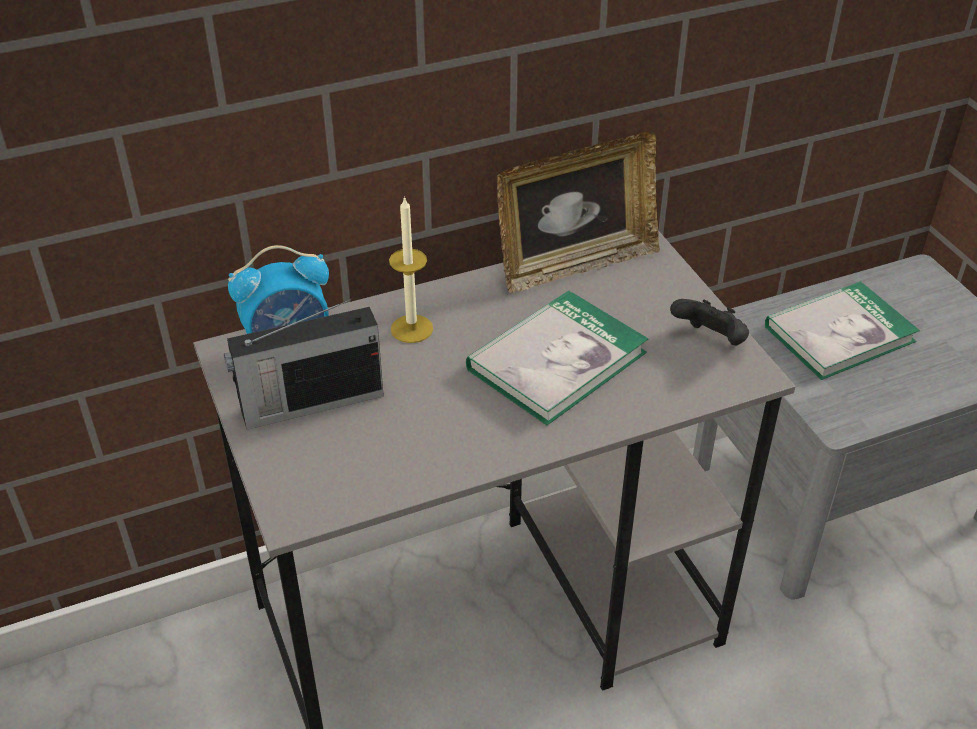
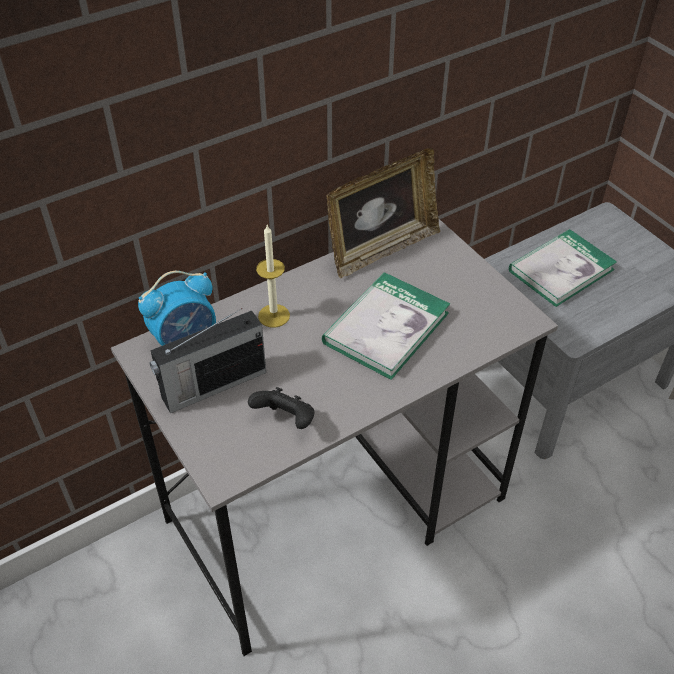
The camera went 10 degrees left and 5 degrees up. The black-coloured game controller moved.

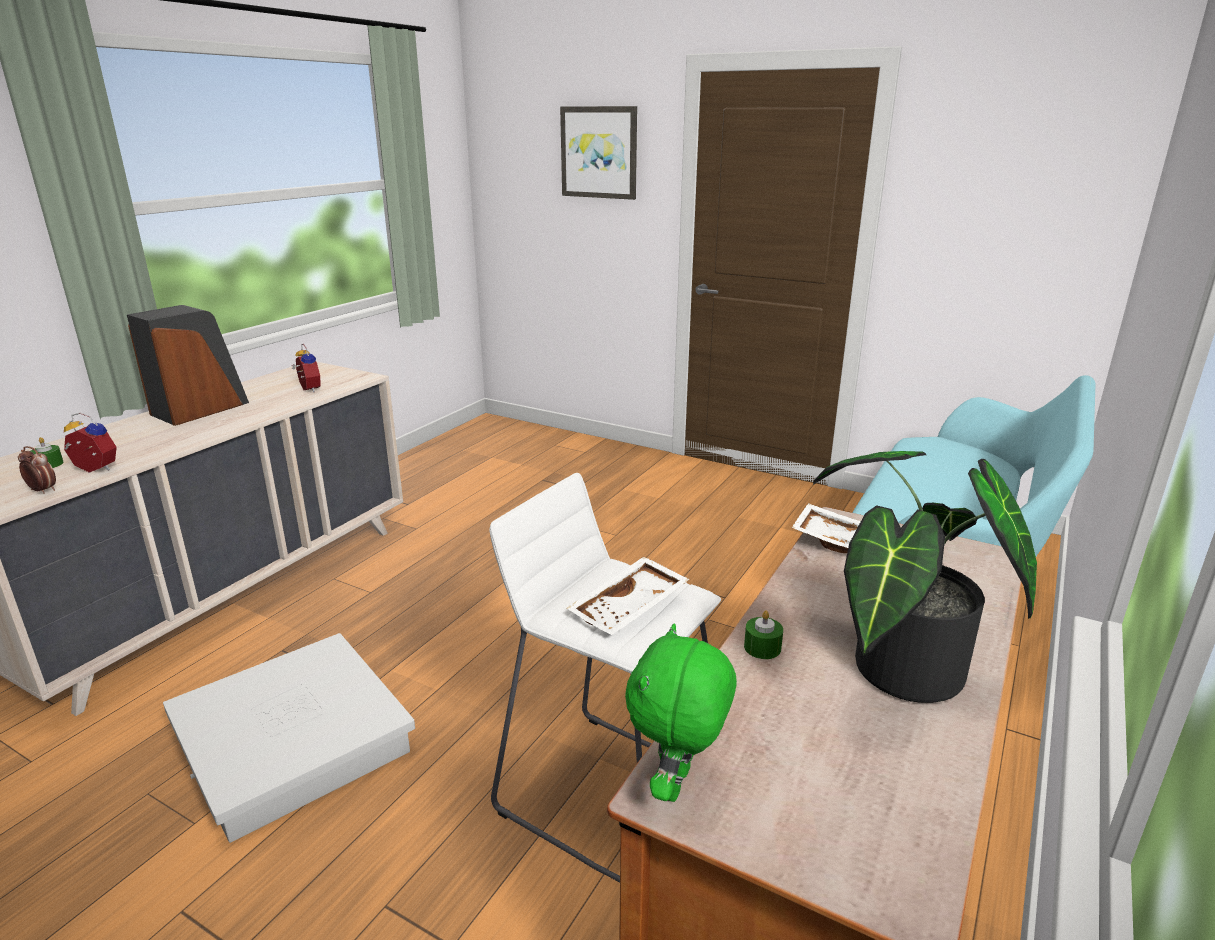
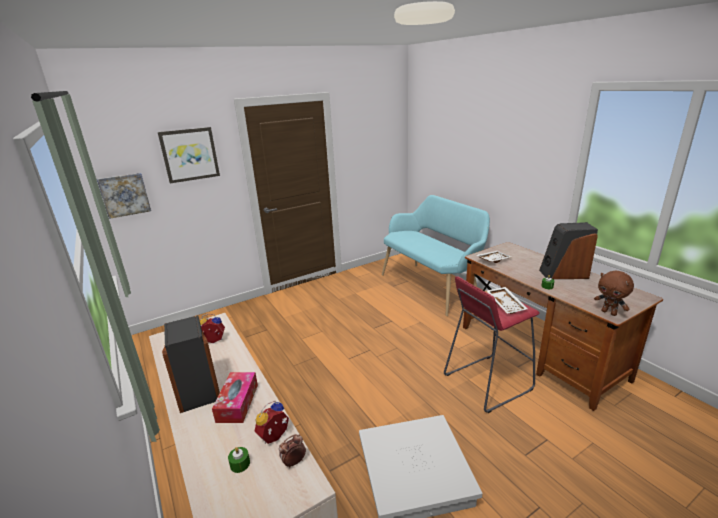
The camera went 60 degrees left and 0 degrees up. The white-coloured sitting stool became the reddish sitting stool. The greenish plush toy became the brownish plush toy. The houseplant was replaced by the audio speaker (no. 2 from left). The wall art (no. 1 from left) appeared. The tissue box appeared.

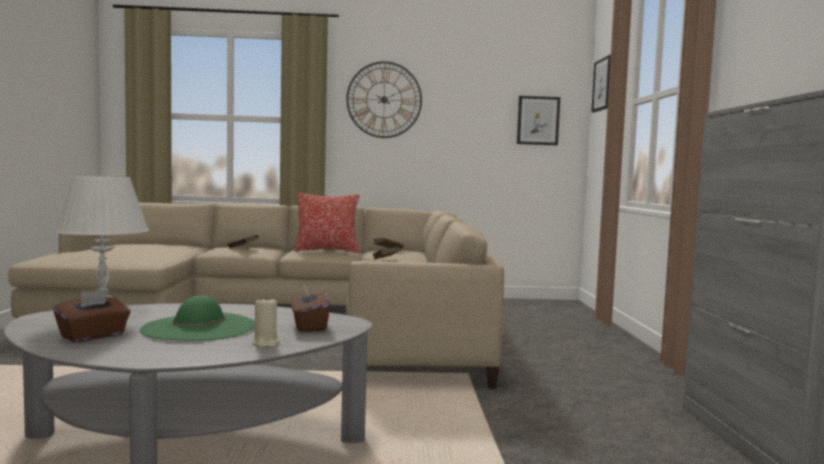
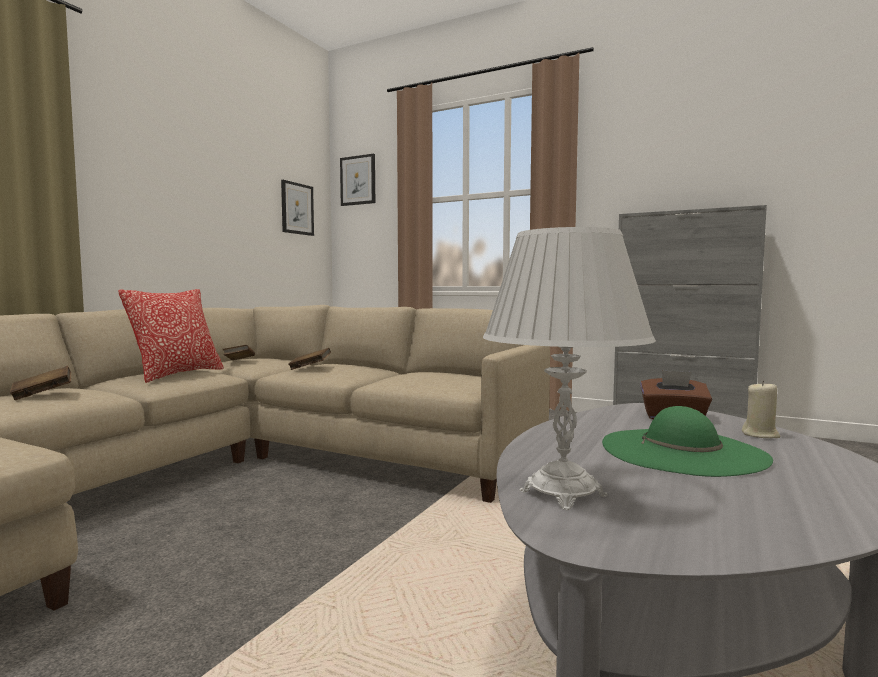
The camera went 60 degrees left and 0 degrees up. The brownish tissue box (no. 1 from left) disappeared. The clock on the wall disappeared.

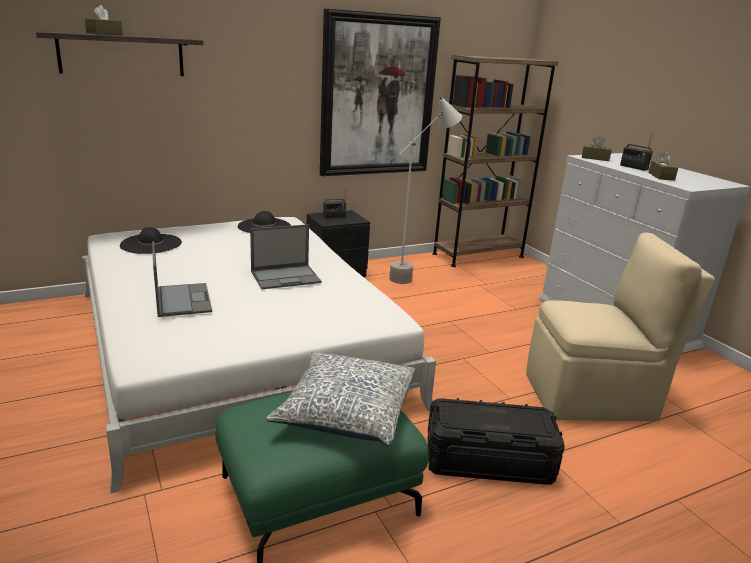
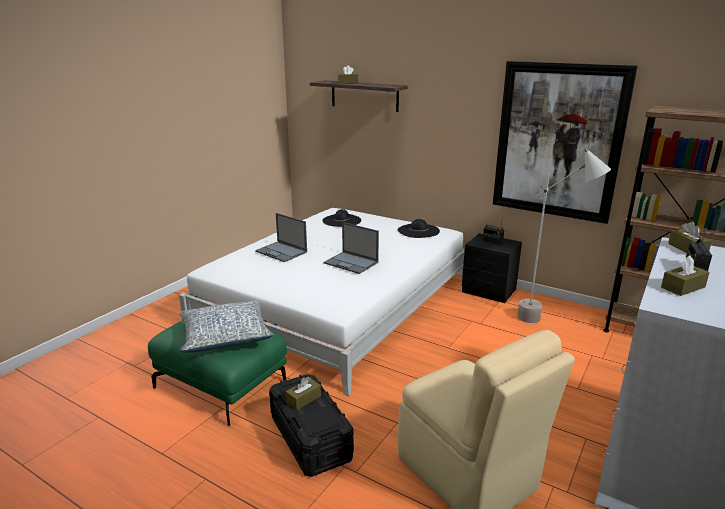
The camera went 60 degrees right and 0 degrees up. The portable computer (no. 1 from left) turned 90 degrees clockwise. The brownish tissue box (no. 1 from left) appeared.

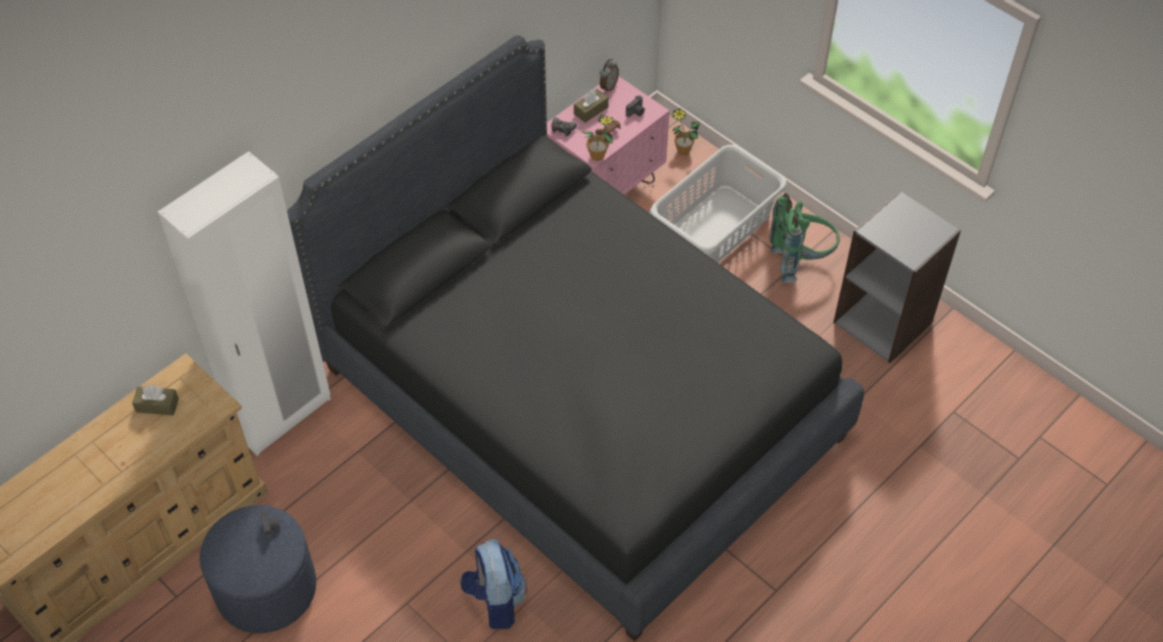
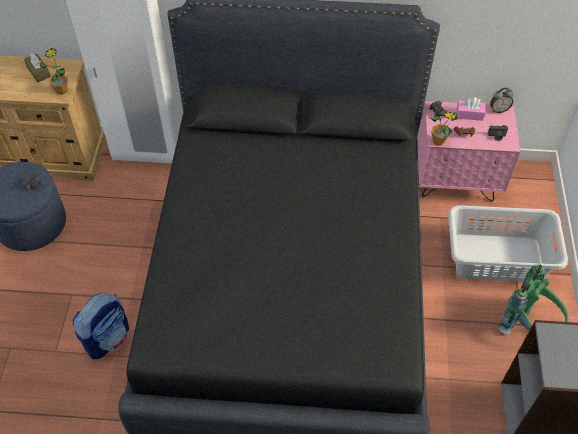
The camera went 50 degrees right and 0 degrees up. The brownish tissue box (no. 2 from left) became the pink-coloured tissue box. The houseplant (no. 2 from left in the first image) moved.

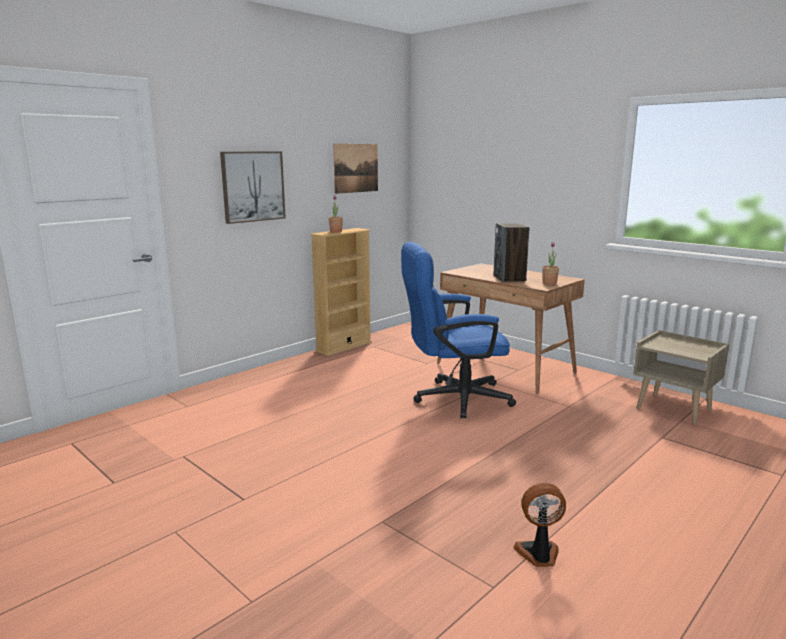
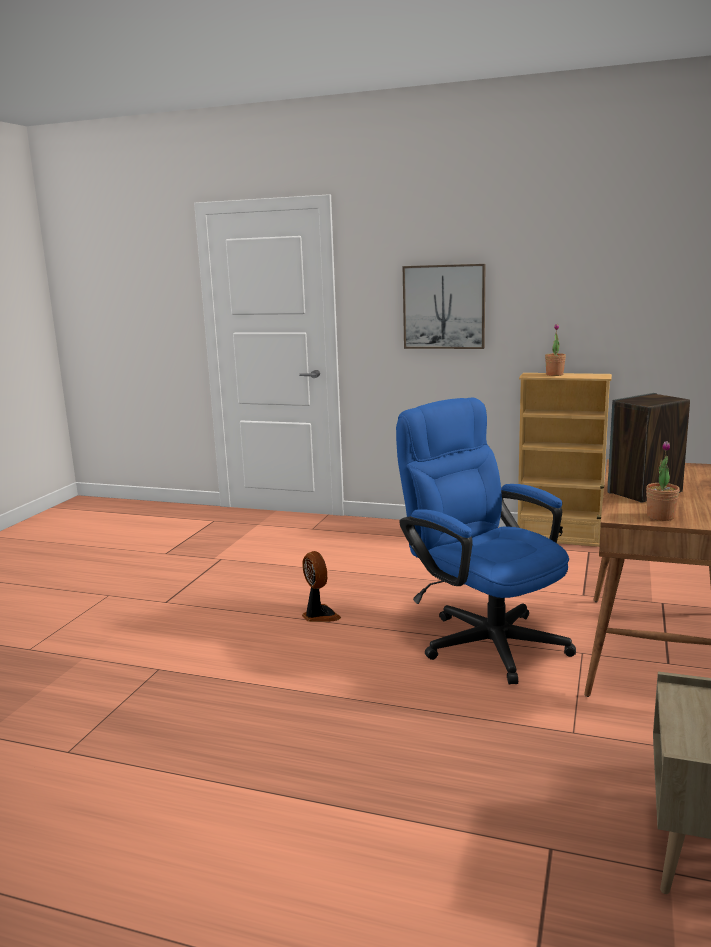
The camera went 65 degrees right and 0 degrees up. The wall art (no. 2 from left) disappeared. The electric fan moved.

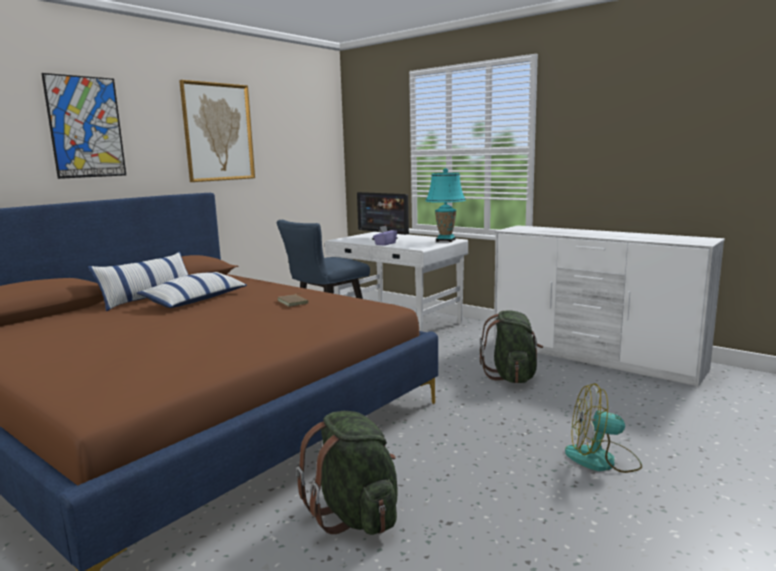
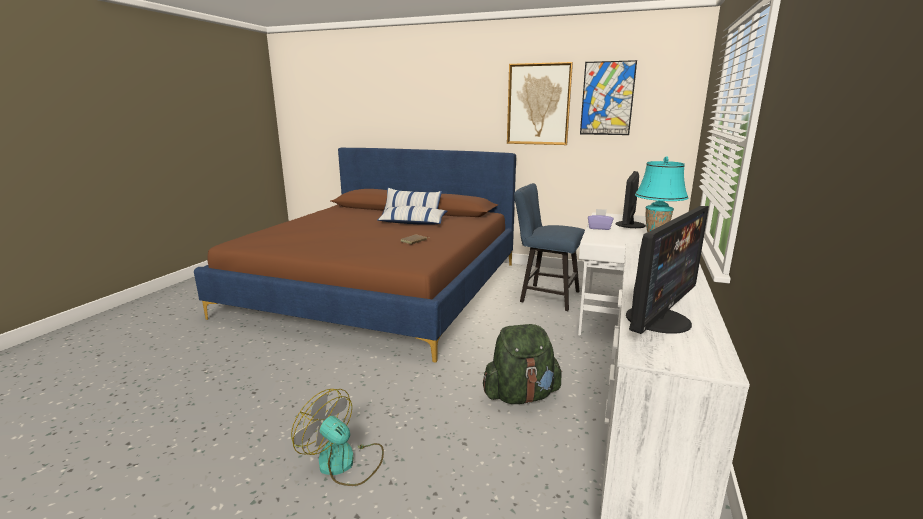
The camera went 70 degrees right and 5 degrees up. The wall art (no. 1 from left in the first image) moved. The greenish backpack (no. 1 from left) disappeared. The electric fan turned 45 degrees counterclockwise. The computer display (no. 2 from left) appeared.

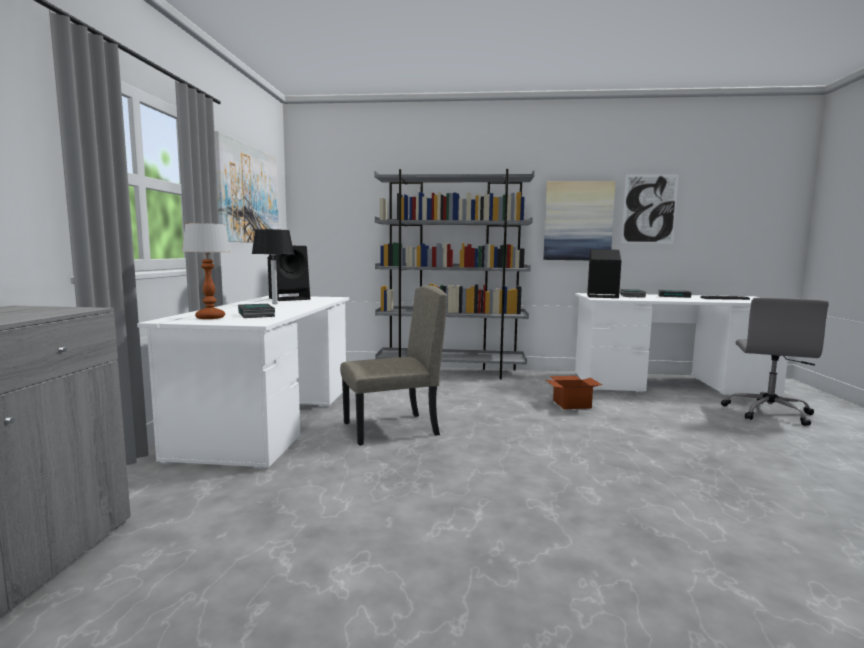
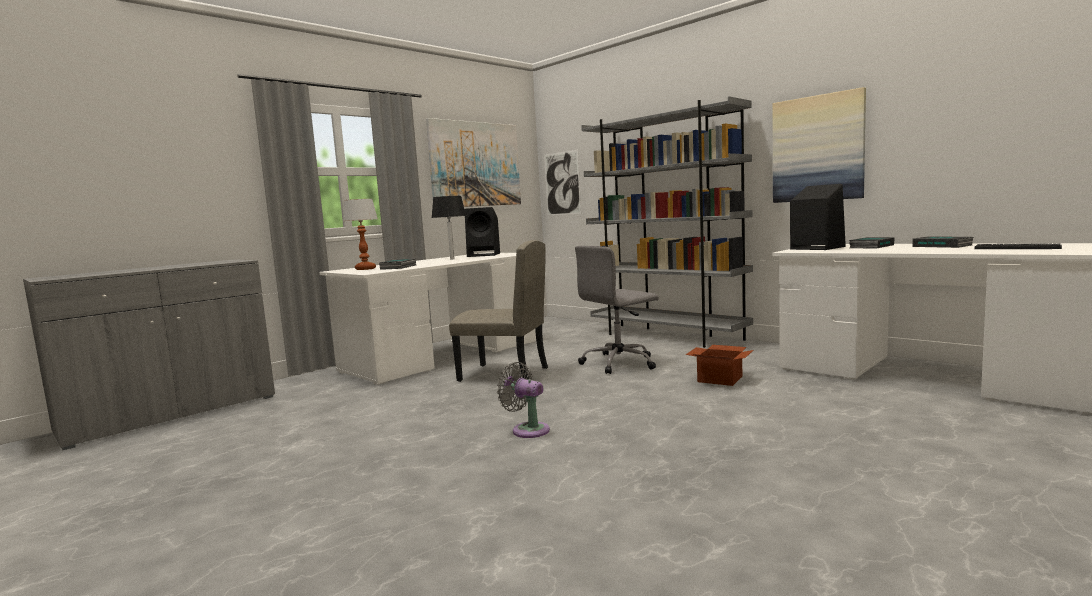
The camera went 40 degrees right and 0 degrees up. The wall art (no. 3 from left in the first image) moved. The gray office chair moved. The gray electric fan appeared.

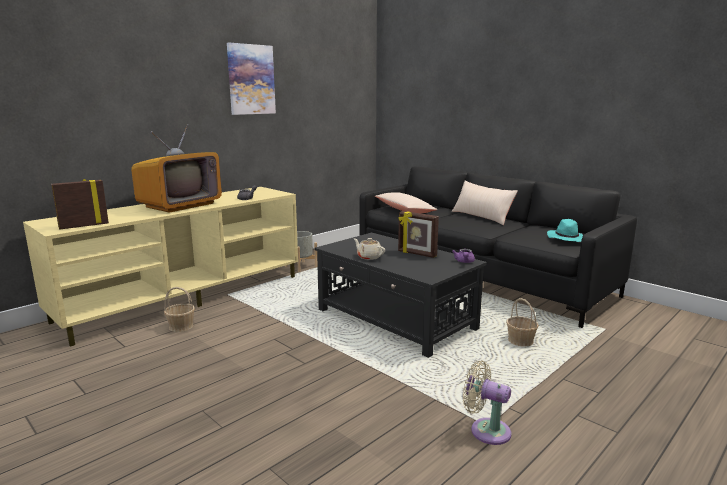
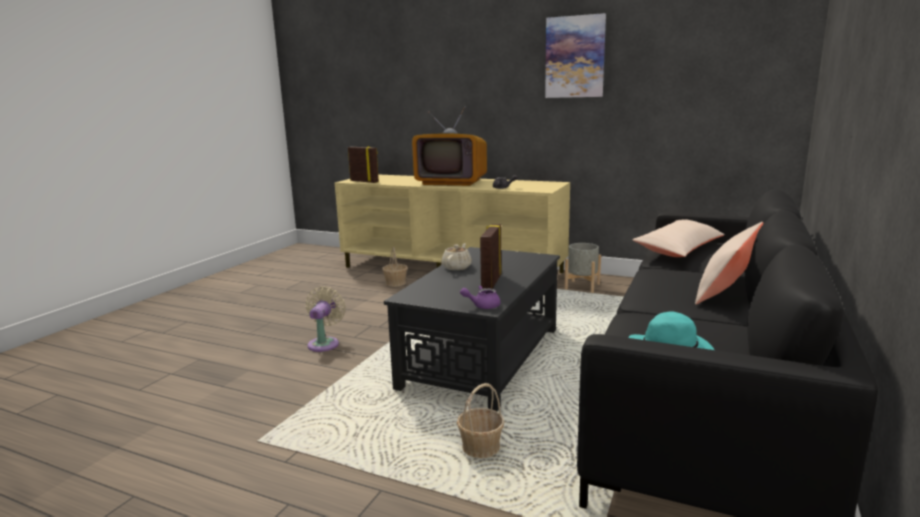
The camera went 70 degrees right and 0 degrees up. The beige-coloured electric fan moved.

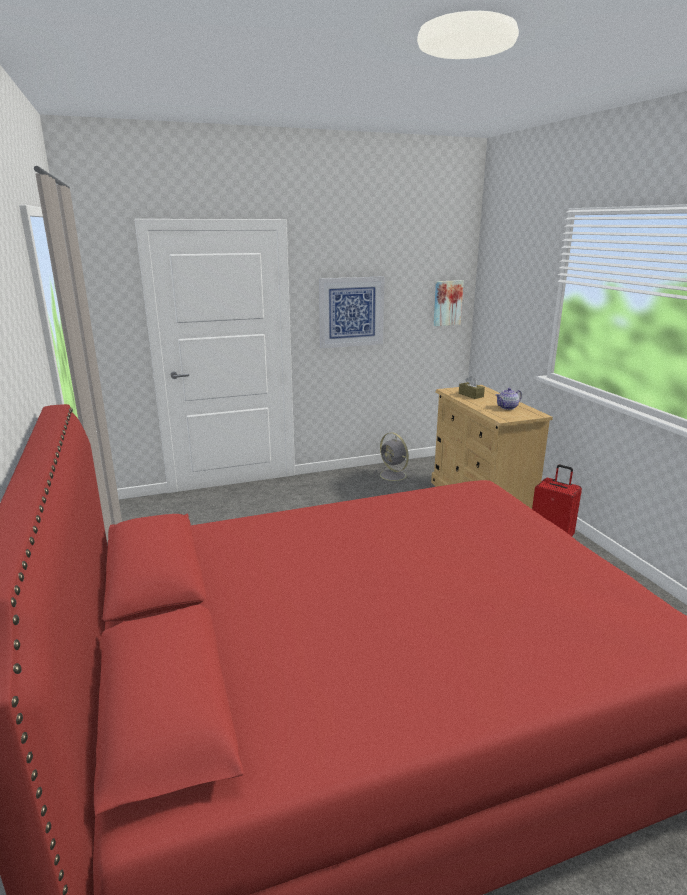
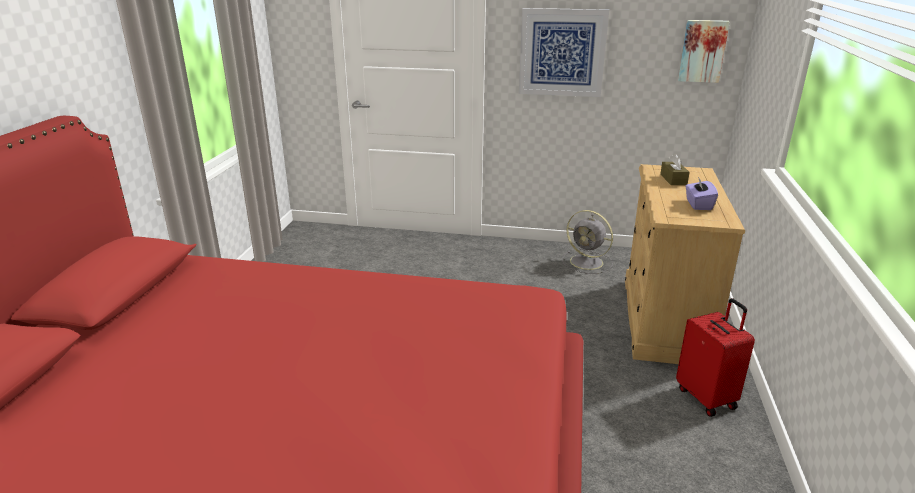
The camera went 30 degrees right and 5 degrees up. The gray electric fan turned 45 degrees counterclockwise. The teapot was replaced by the purplish tissue box.

